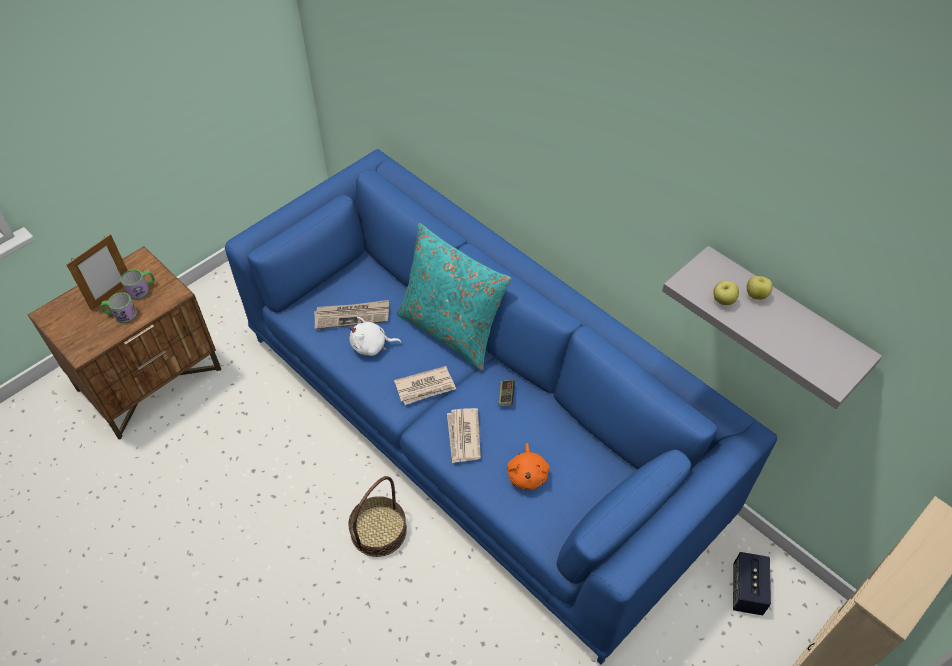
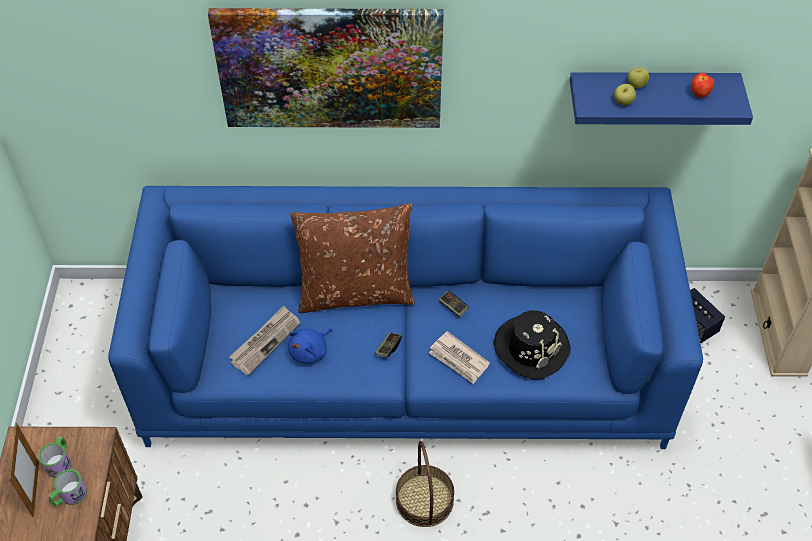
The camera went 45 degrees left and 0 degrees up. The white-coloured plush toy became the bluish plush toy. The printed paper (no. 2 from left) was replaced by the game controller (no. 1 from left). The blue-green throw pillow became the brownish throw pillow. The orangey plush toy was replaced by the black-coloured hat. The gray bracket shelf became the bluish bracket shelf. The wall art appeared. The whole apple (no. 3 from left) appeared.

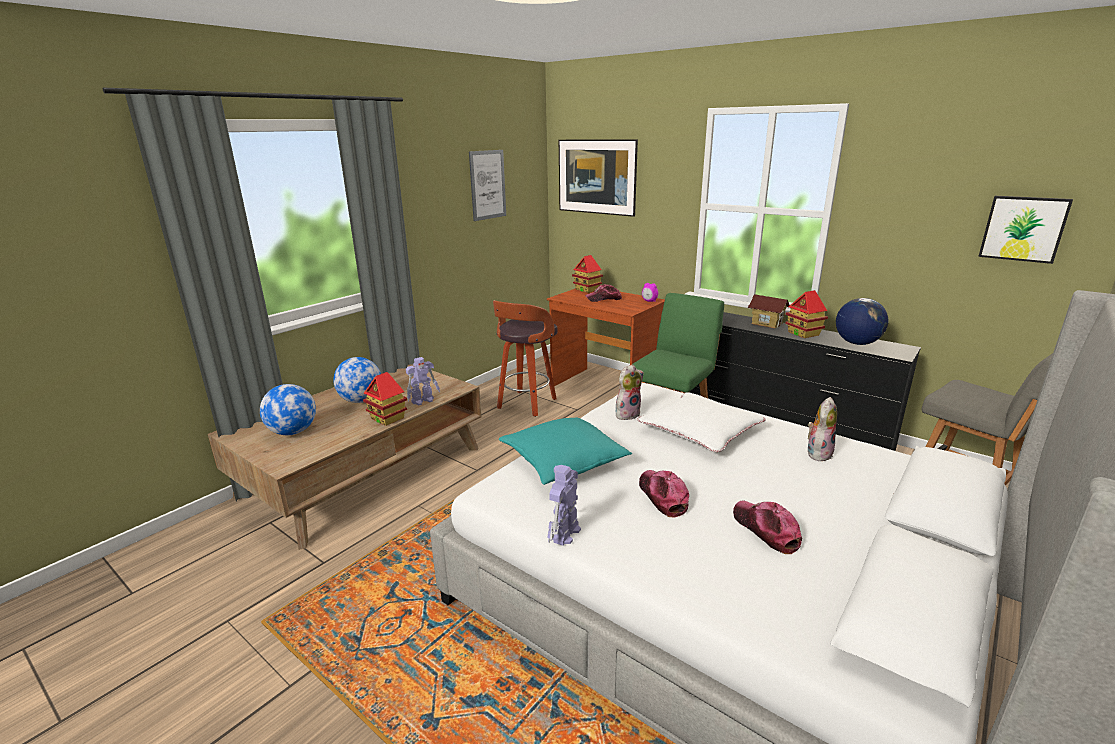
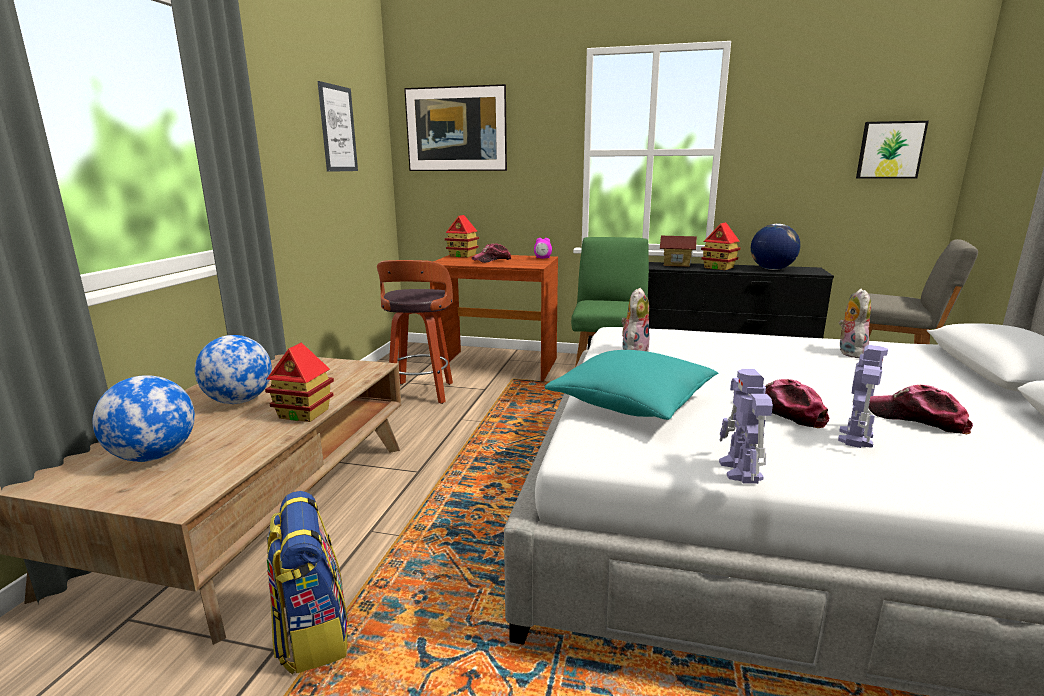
The camera went 25 degrees left and 5 degrees down. The toy robot (no. 1 from left in the first image) moved. The white-coloured throw pillow disappeared. The backpack appeared.

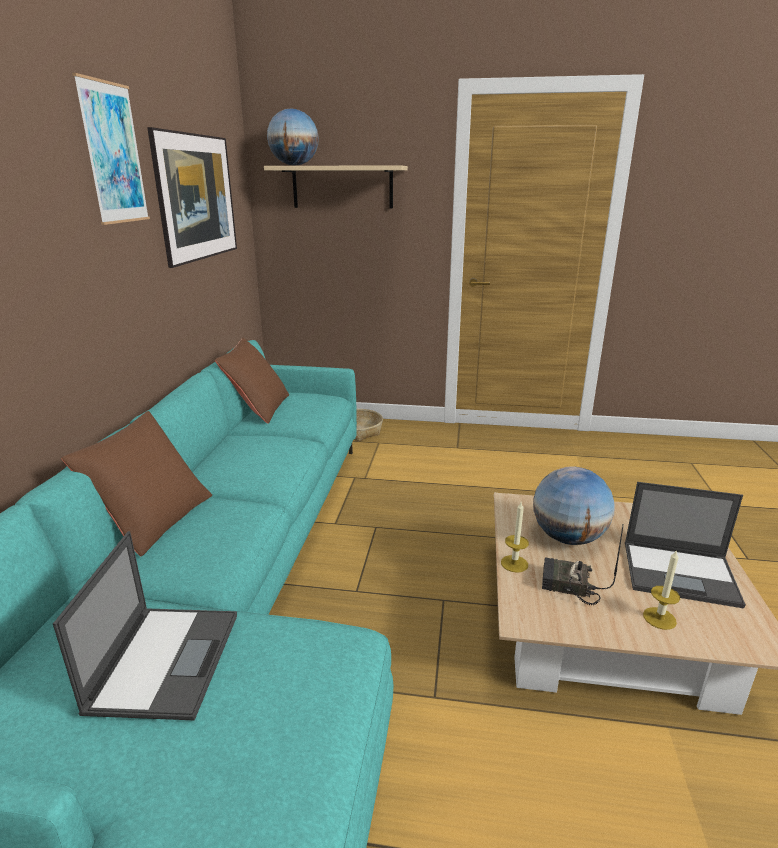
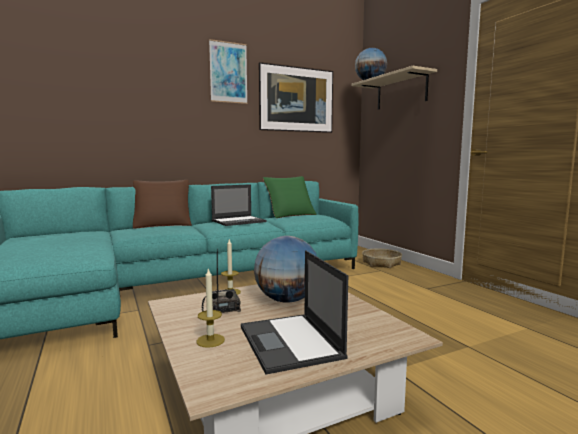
The camera went 55 degrees right and 15 degrees down. The portable computer (no. 1 from left) moved. The brownish throw pillow (no. 2 from left) became the greenish throw pillow.

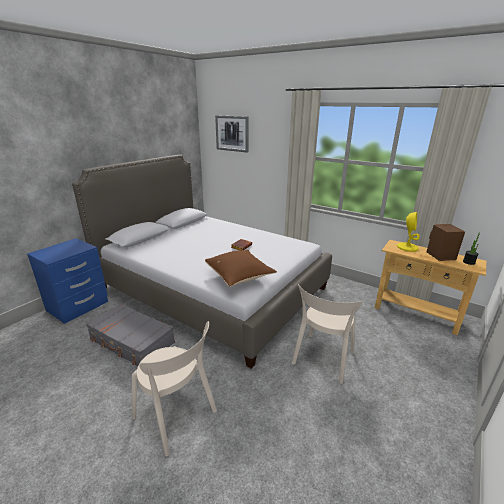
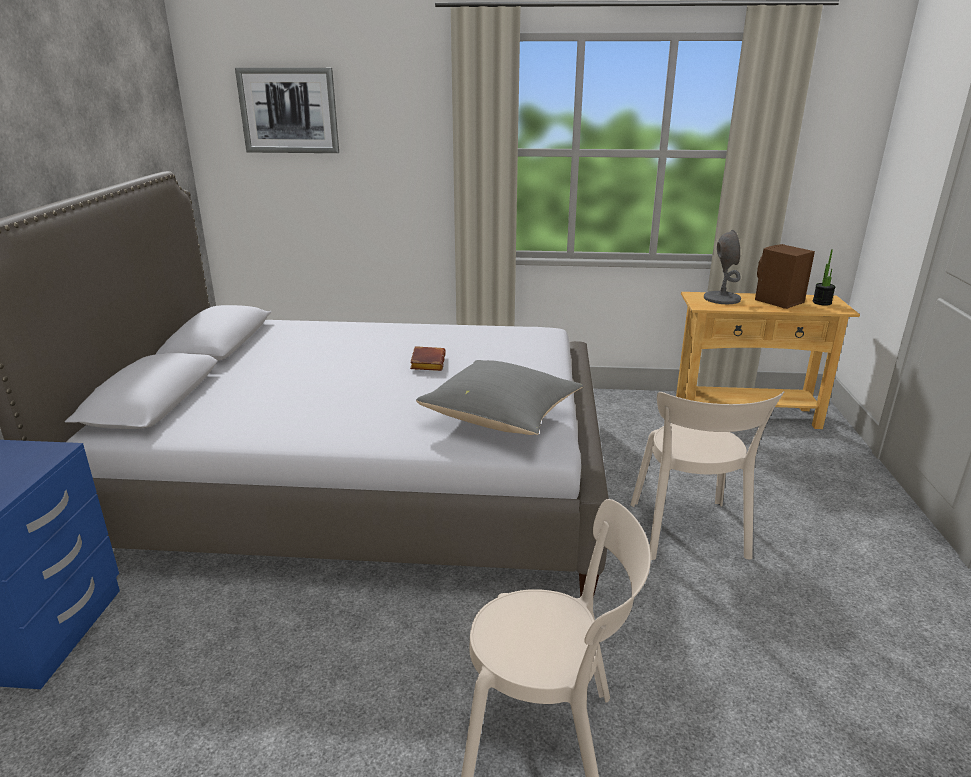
The camera went 30 degrees left and 0 degrees up. The gray travel case disappeared. The brownish throw pillow became the gray throw pillow. The yellow table lamp became the gray table lamp.

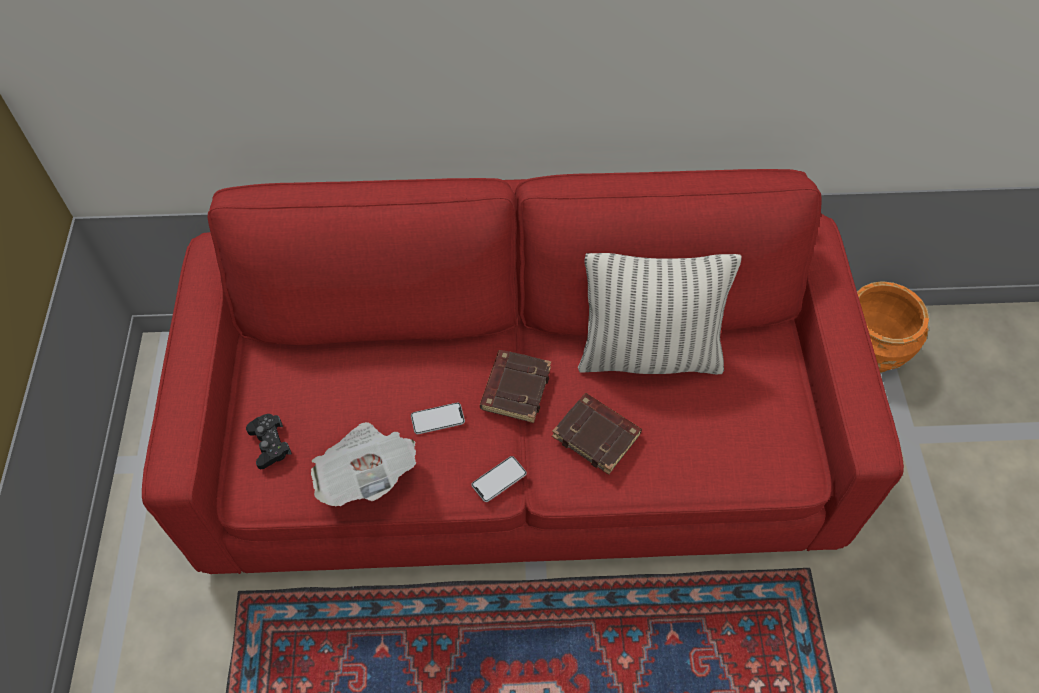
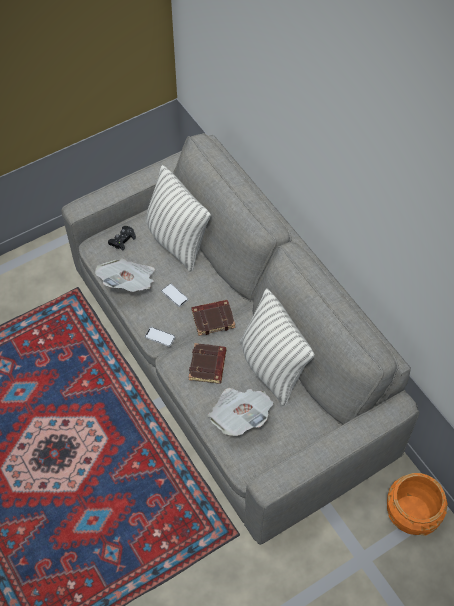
The camera went 60 degrees right and 0 degrees up. The reddish settee became the gray settee. The throw pillow (no. 1 from left) appeared. The printed paper (no. 2 from left) appeared.

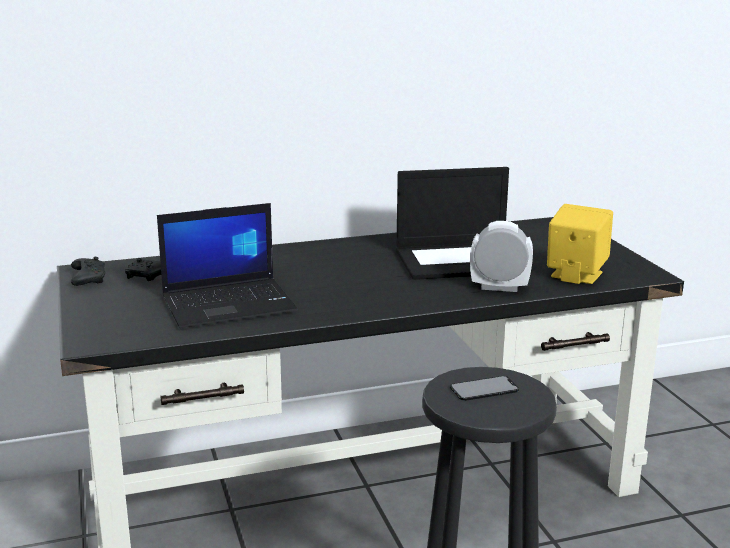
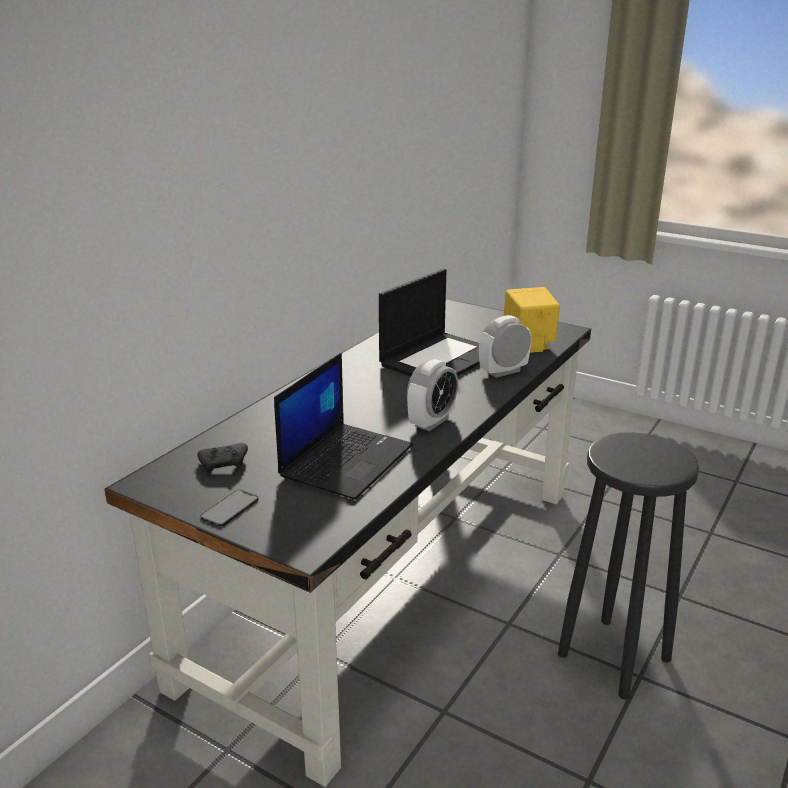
The camera went 40 degrees left and 5 degrees up. The black-coloured game controller (no. 1 from left) disappeared. The telephone moved. The bedside clock (no. 1 from left) appeared.

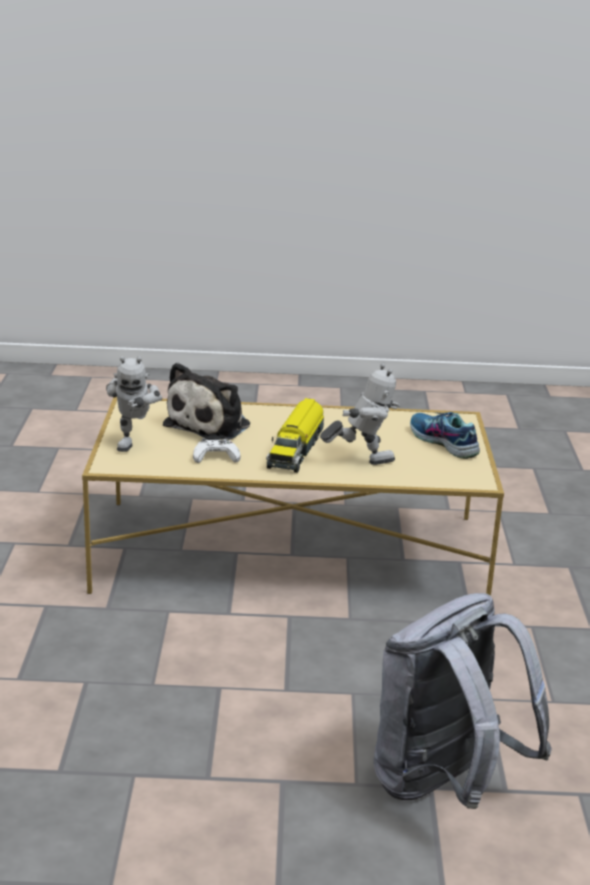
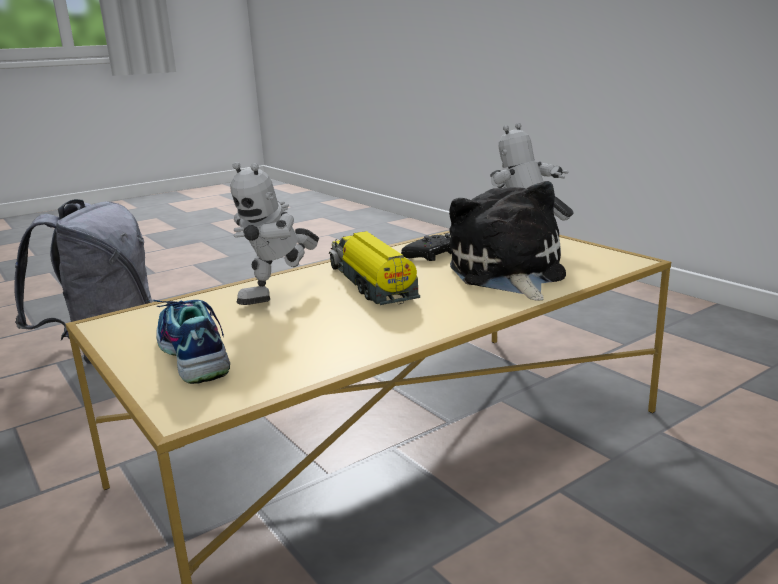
The camera went 145 degrees right and 5 degrees down. The white-coloured game controller became the black-coloured game controller. The shoe turned 135 degrees counterclockwise.

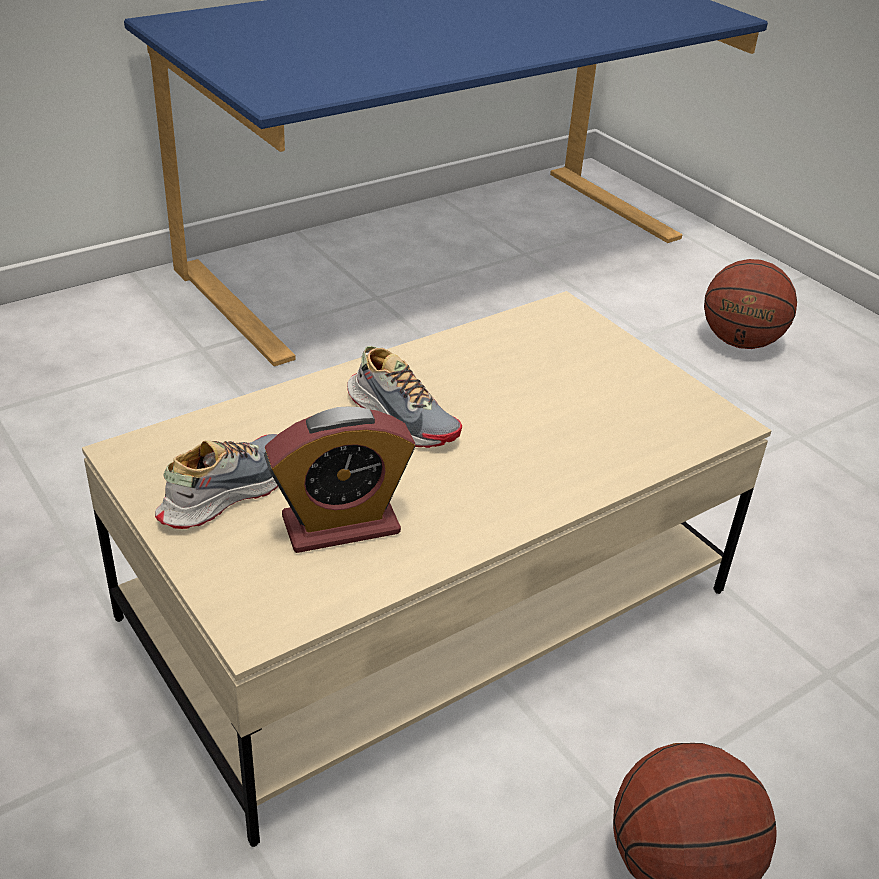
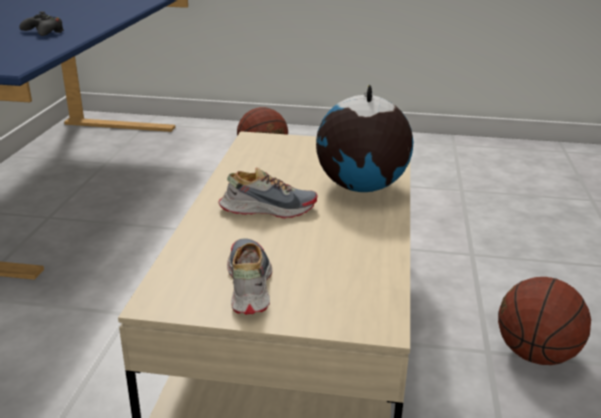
The camera went 45 degrees left and 10 degrees down. The bedside clock disappeared. The black-coloured game controller appeared. The desk globe appeared.

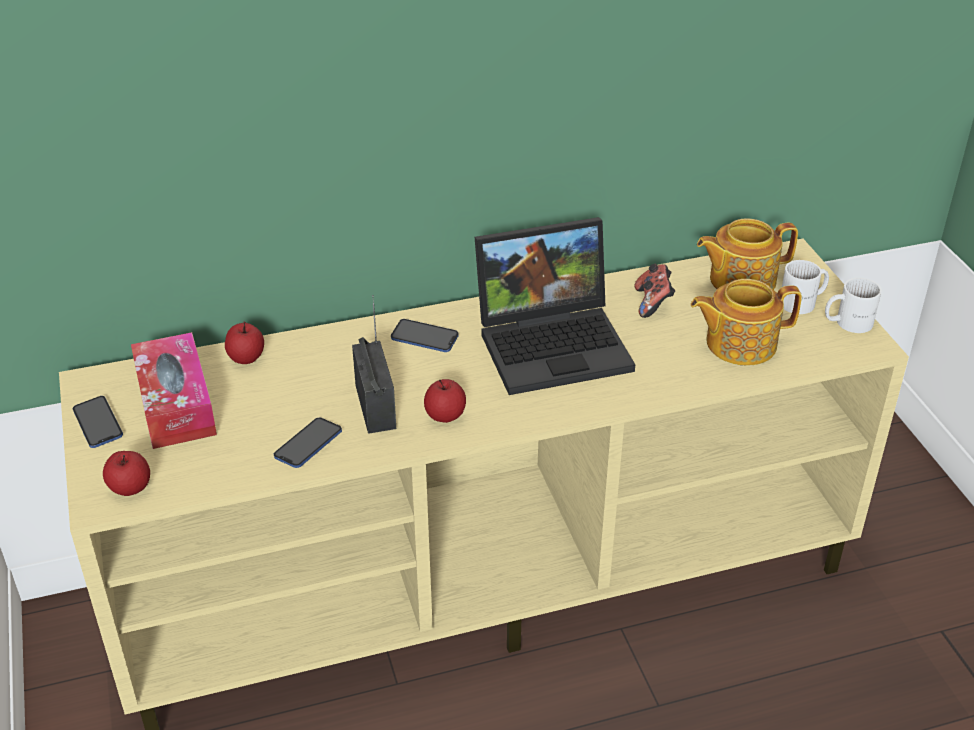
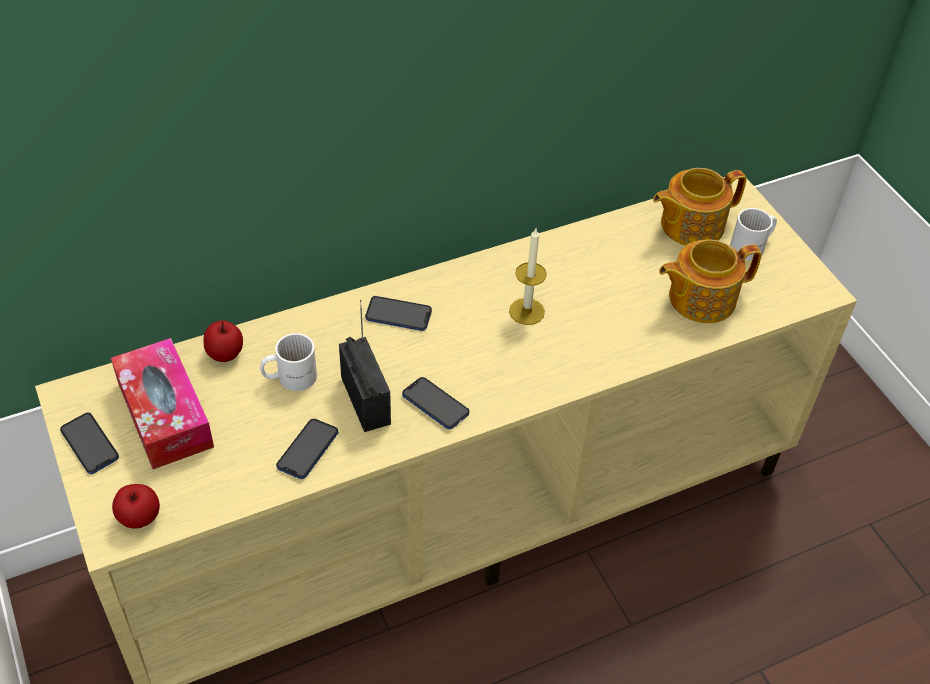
The camera went 10 degrees left and 10 degrees up. The whole apple (no. 3 from left) was replaced by the telephone (no. 4 from left). The portable computer was replaced by the candle. The game controller disappeared. The white-coloured coffee mug (no. 2 from left in the first image) moved.

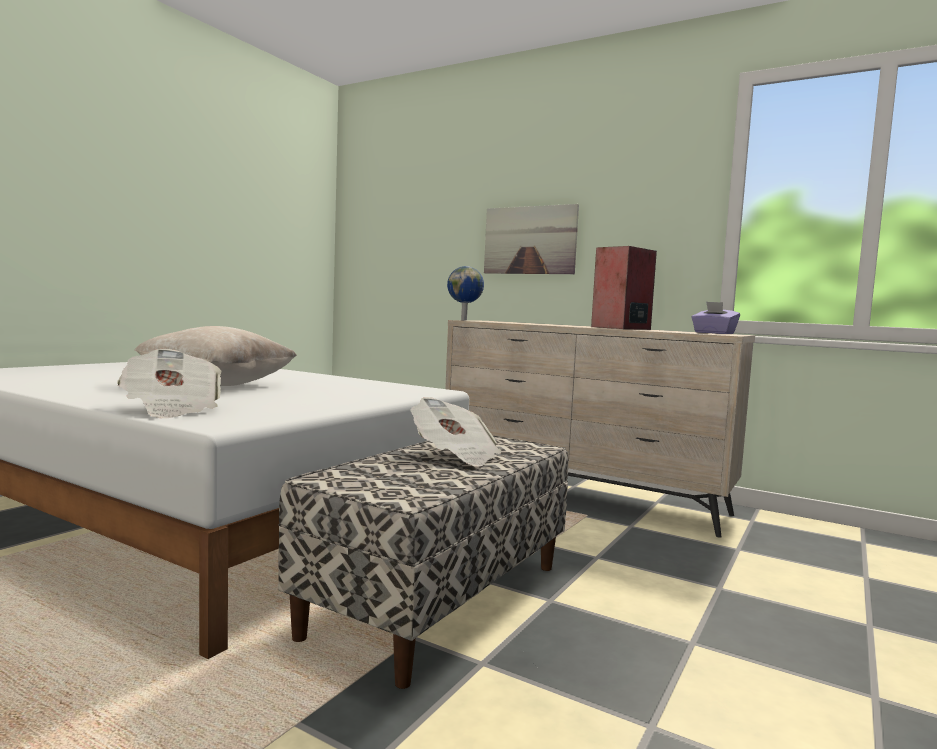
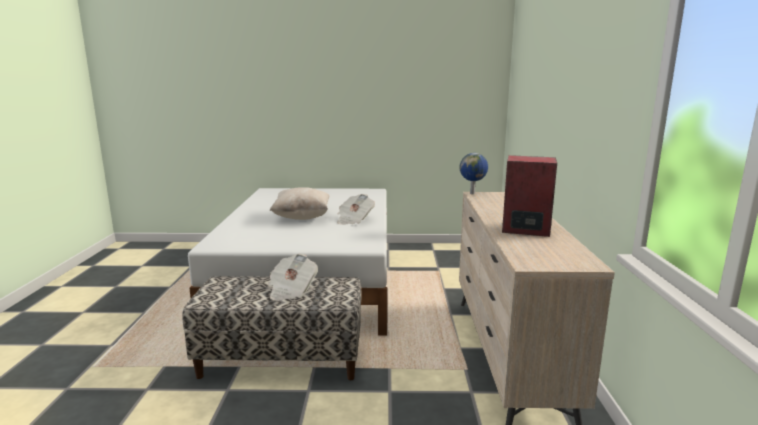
The camera went 60 degrees right and 10 degrees up. The printed paper (no. 1 from left in the first image) moved. The wall art disappeared. The purplish tissue box disappeared.

